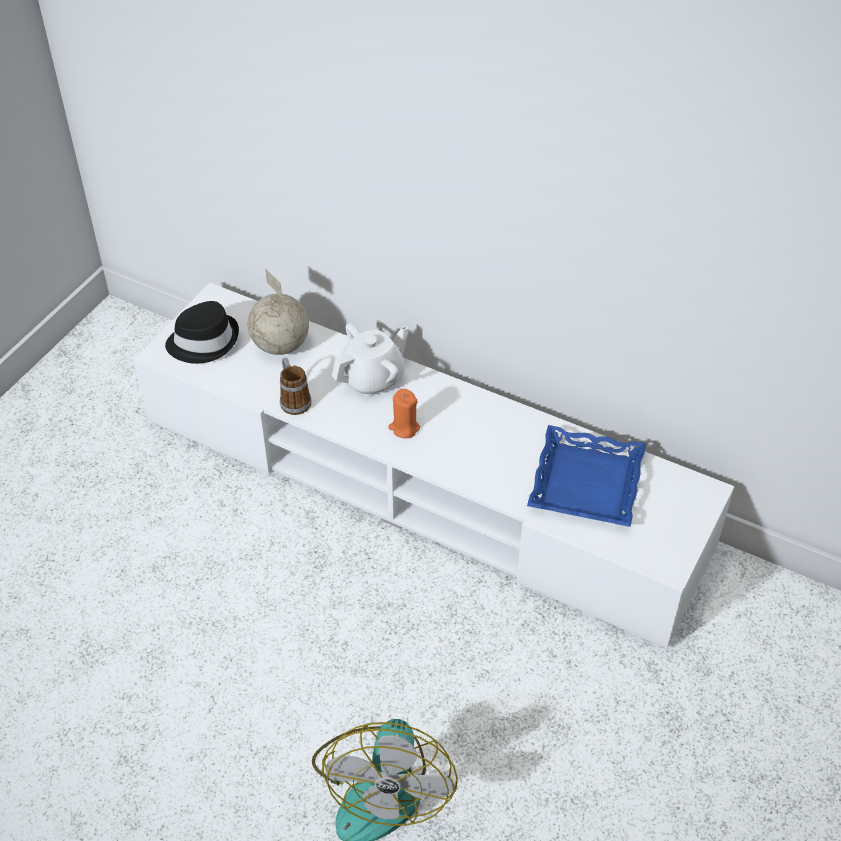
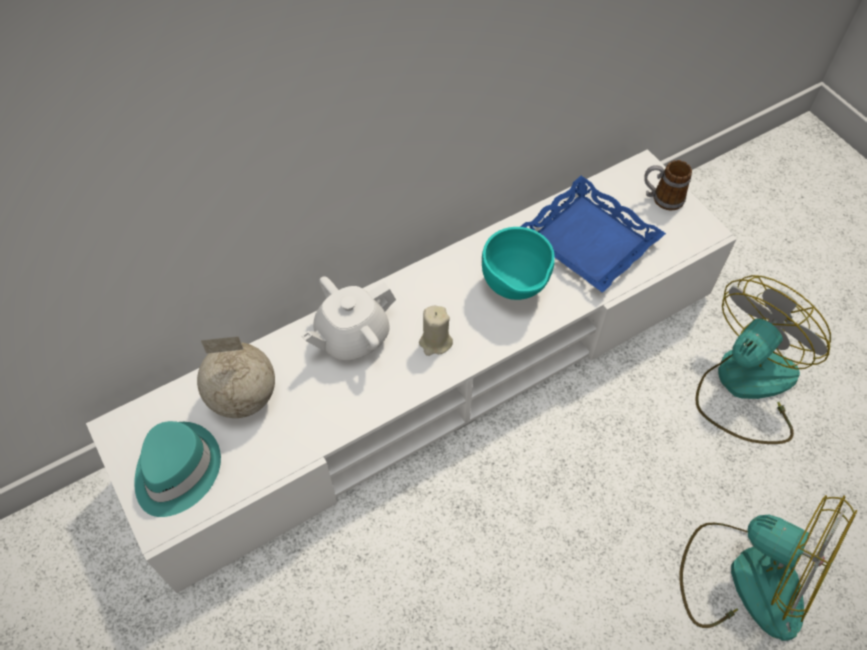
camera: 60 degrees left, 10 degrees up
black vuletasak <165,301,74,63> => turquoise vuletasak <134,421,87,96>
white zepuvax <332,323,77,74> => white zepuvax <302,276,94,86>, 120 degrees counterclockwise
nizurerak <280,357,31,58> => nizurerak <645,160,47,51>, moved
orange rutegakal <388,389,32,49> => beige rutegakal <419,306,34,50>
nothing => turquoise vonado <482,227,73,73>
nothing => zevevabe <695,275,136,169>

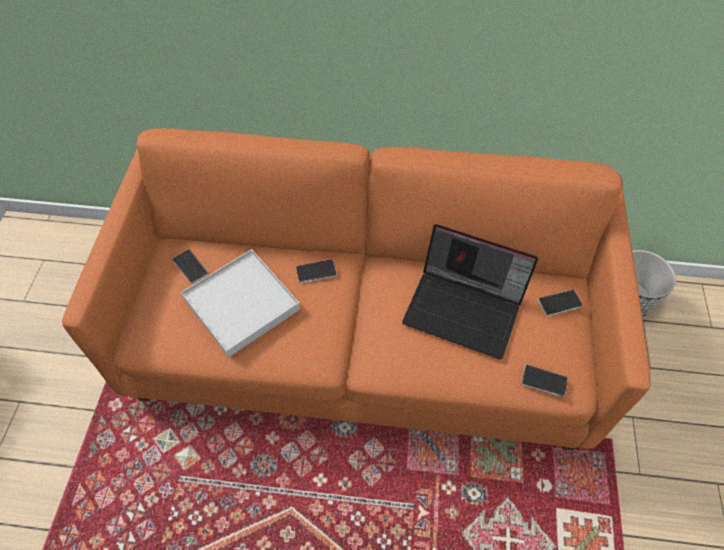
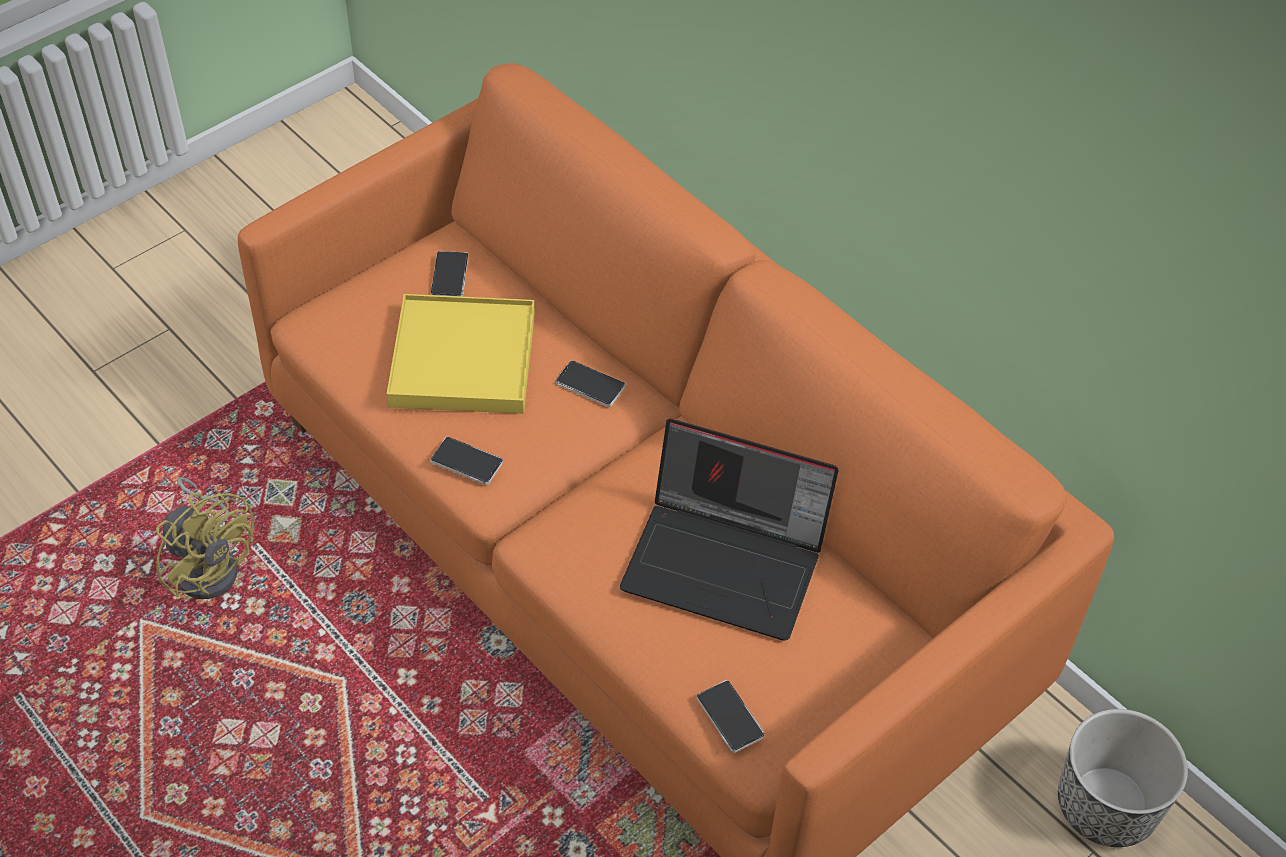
camera: 40 degrees right, 5 degrees down
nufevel <402,224,136,135> => nufevel <620,419,219,222>, 45 degrees counterclockwise
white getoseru <181,249,119,108> => yellow getoseru <387,294,148,120>
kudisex <538,289,45,27> => kudisex <430,437,73,48>, moved
nothing => yellow zevevabe <156,477,98,122>

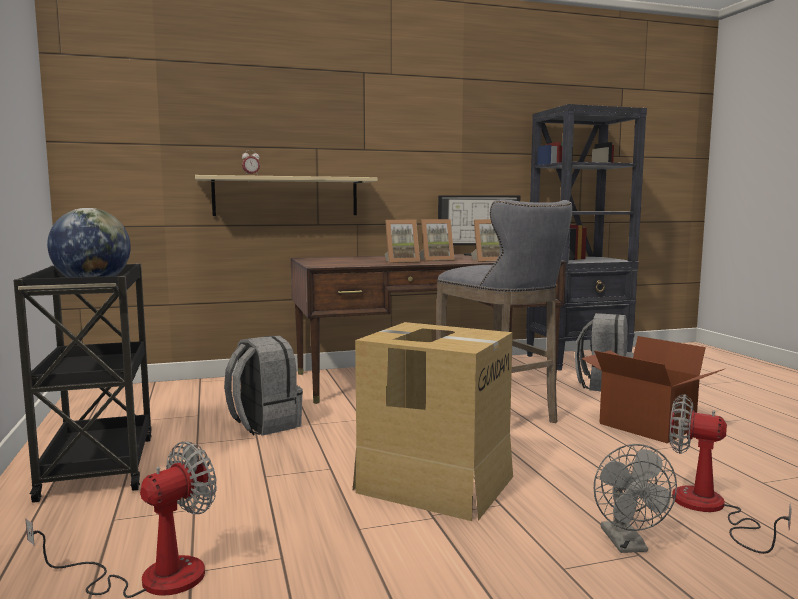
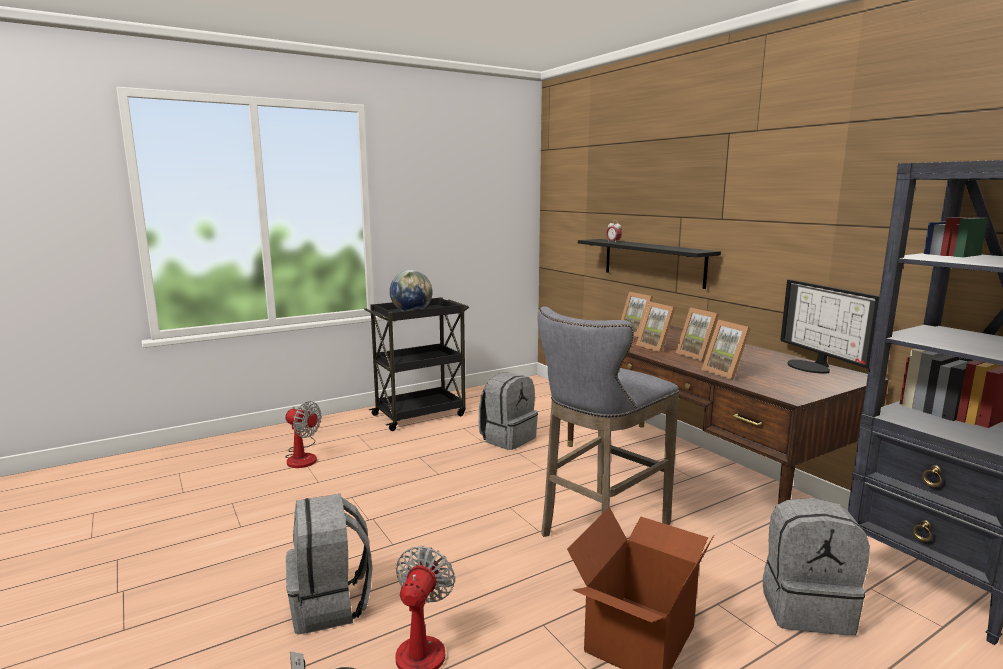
camera: 75 degrees right, 5 degrees up
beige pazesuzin <195,175,183,41> => black pazesuzin <578,239,143,50>
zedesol <353,322,160,199> => nothing
grey zevevabe <594,444,83,109> => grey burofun <286,494,87,140>
nothing => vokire <621,292,32,45>

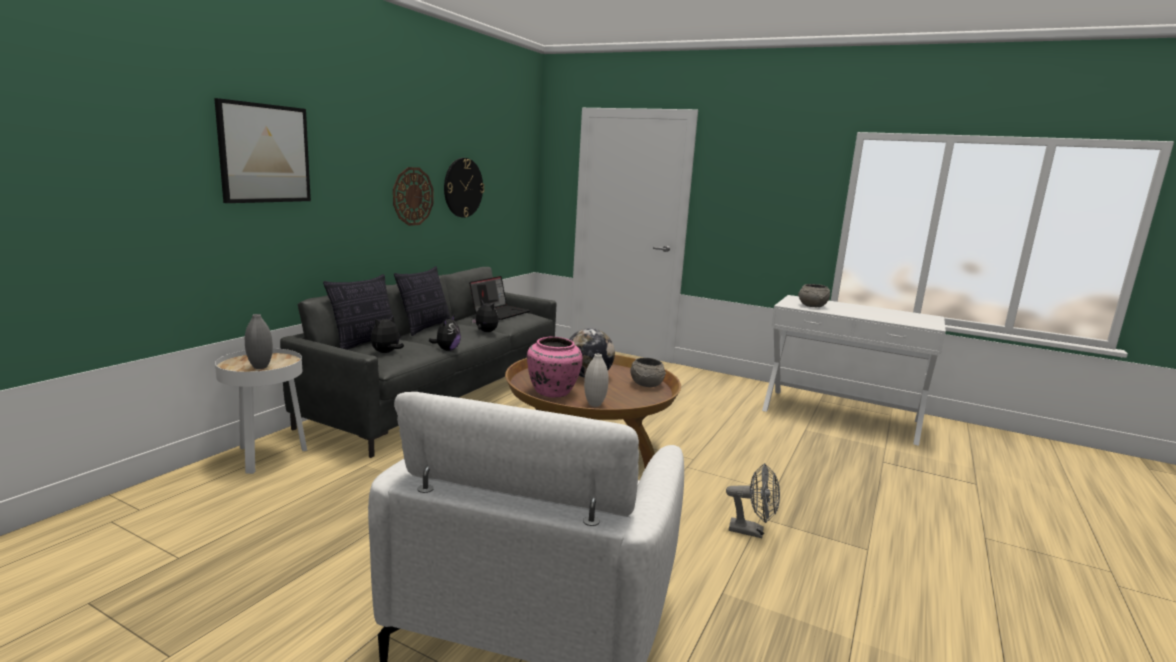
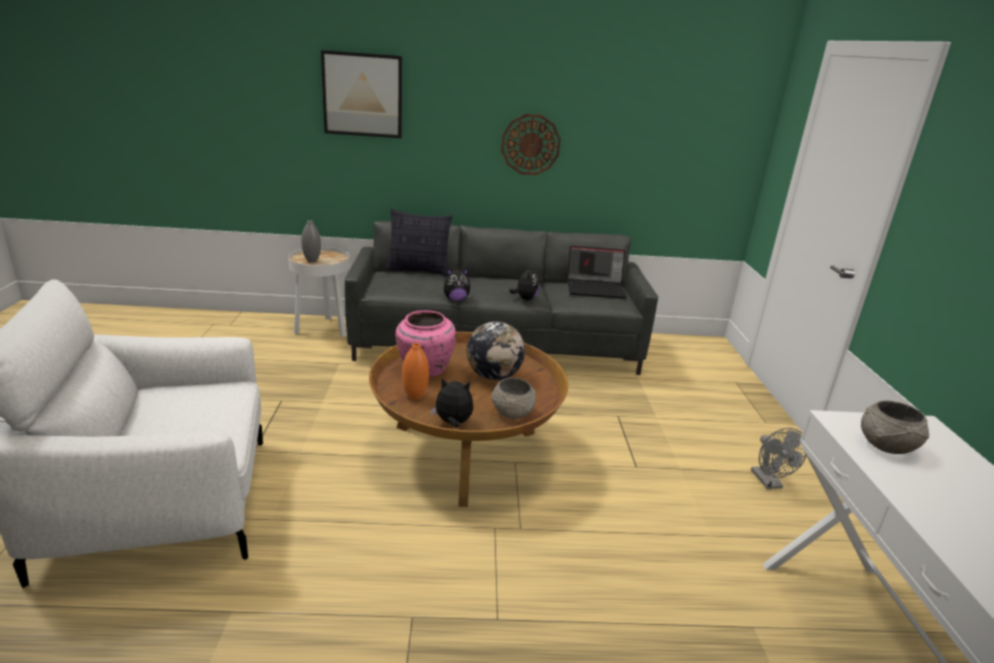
camera: 60 degrees right, 10 degrees up
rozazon <444,158,40,60> => nothing
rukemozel <394,266,57,70> => nothing
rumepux <371,316,33,37> => rumepux <430,378,43,50>, moved
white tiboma <584,354,25,53> => orange tiboma <402,343,27,57>
grey zevevabe <726,463,54,75> => grey zevevabe <751,428,55,61>, moved

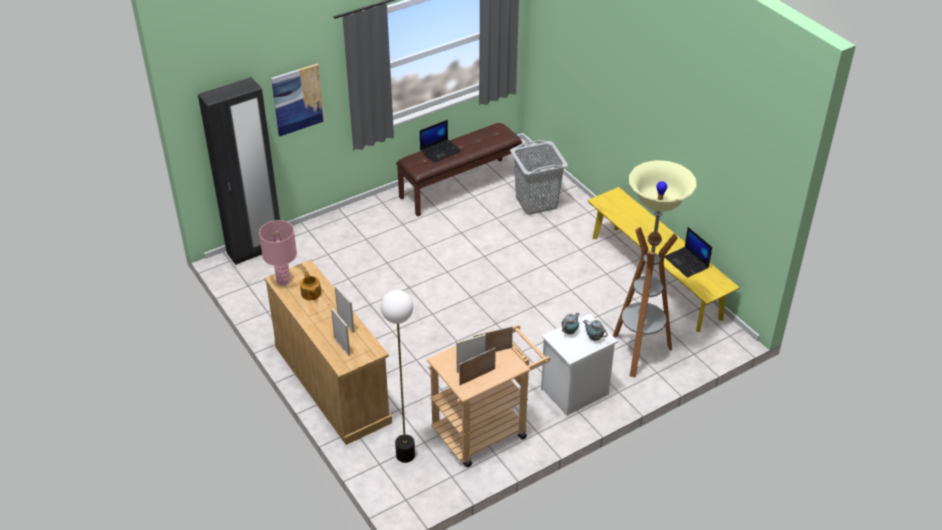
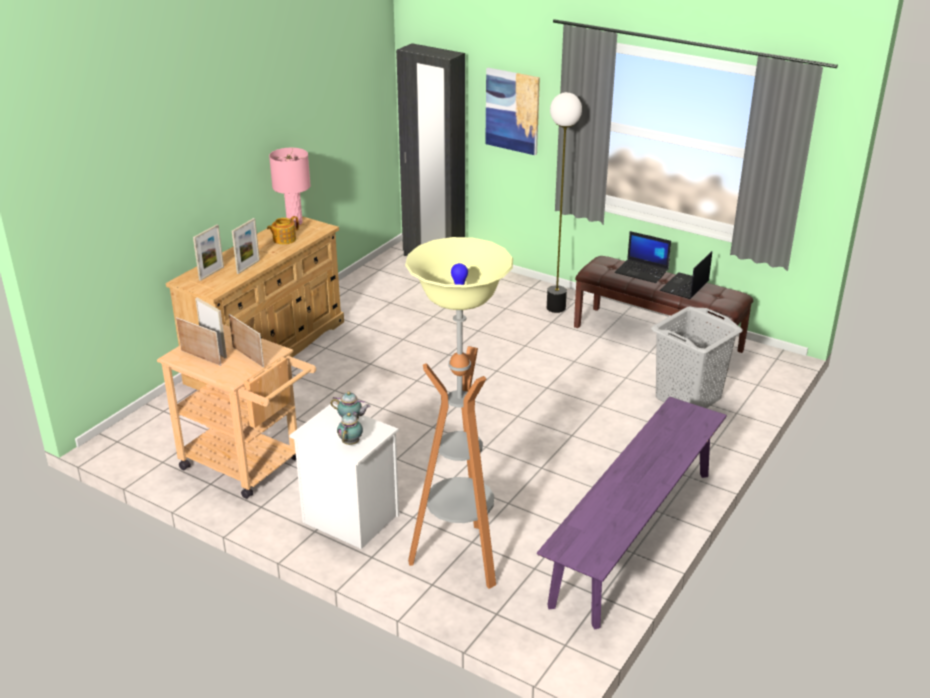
camera: 65 degrees right, 10 degrees down
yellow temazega <587,187,153,145> => purple temazega <537,397,190,233>
nufevel <665,227,47,51> => nufevel <660,251,52,48>, moved
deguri <381,290,34,173> => deguri <547,92,35,221>, moved

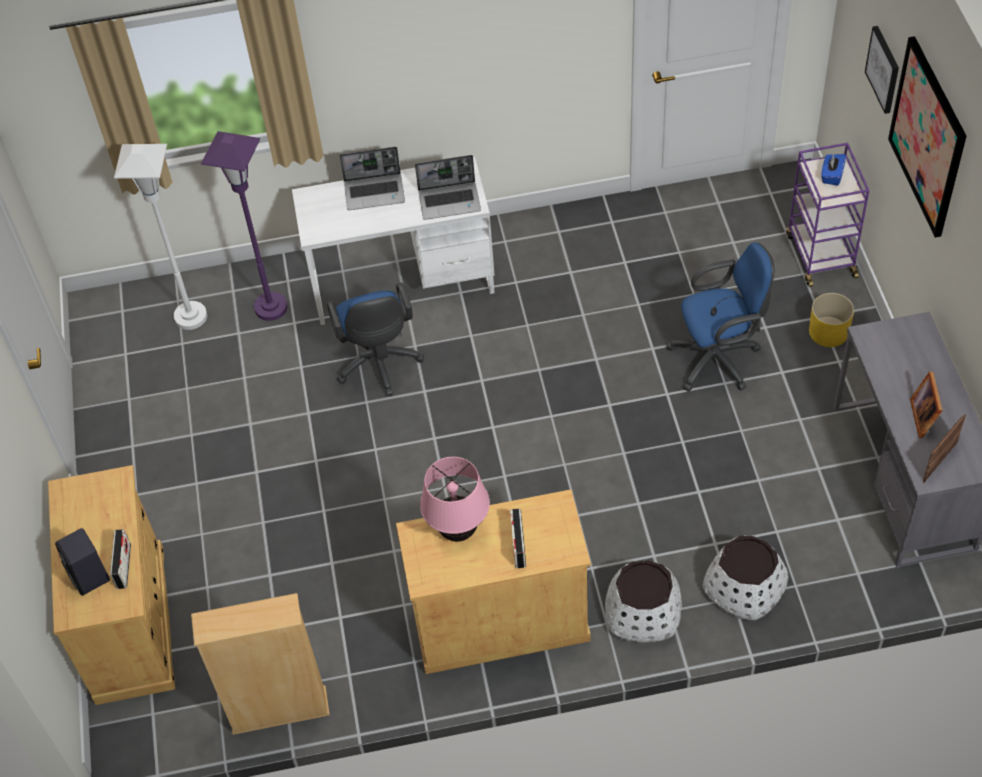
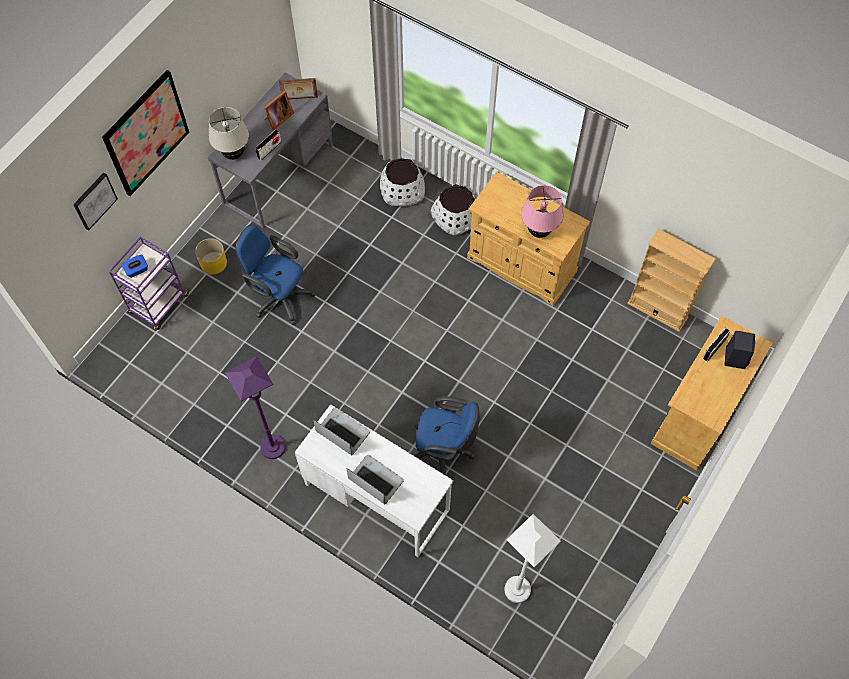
camera: 140 degrees left, 10 degrees up
purple deguri <201,131,86,190> => purple deguri <225,356,61,103>, moved
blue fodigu <327,283,97,113> => blue fodigu <414,396,66,80>, 75 degrees clockwise
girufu <510,509,16,59> => girufu <255,129,27,31>, moved
nothing => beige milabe <209,107,40,53>

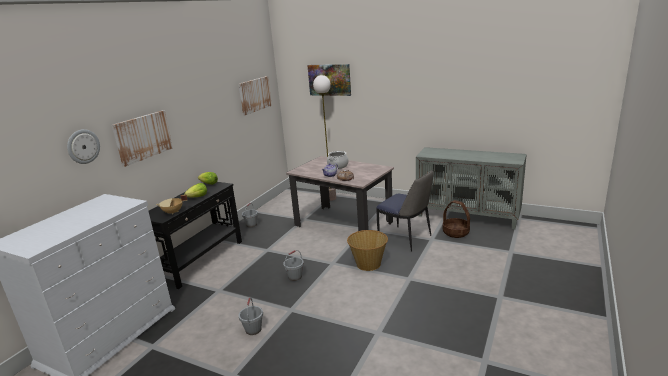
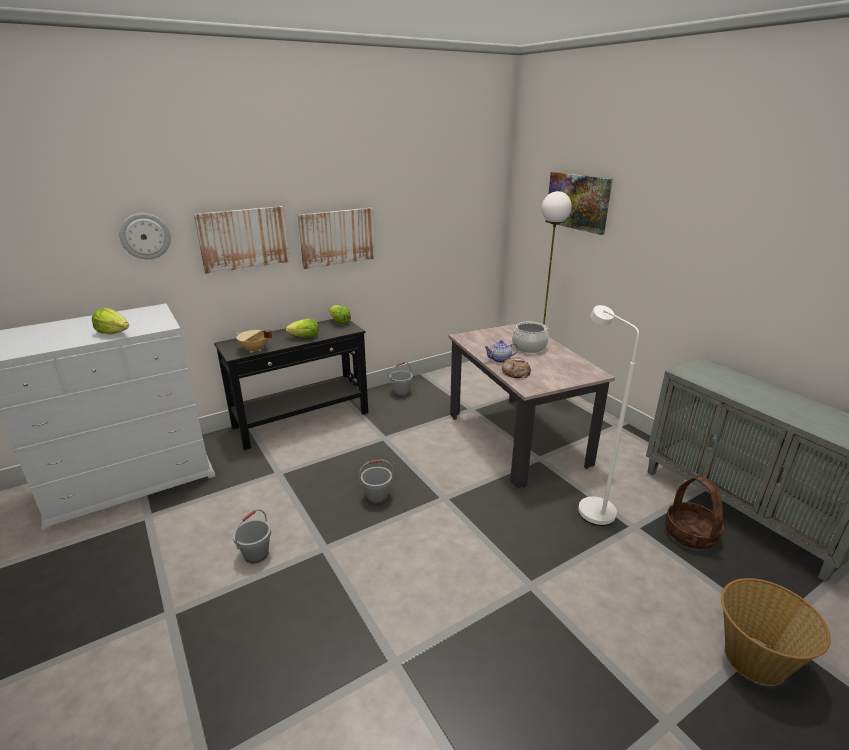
camera: 30 degrees right, 5 degrees up
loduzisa <239,76,33,39> => loduzisa <298,208,77,61>, moved
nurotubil <376,170,58,82> => white deguri <578,305,61,221>
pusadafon <347,230,41,41> => pusadafon <721,578,110,108>, moved
nothing => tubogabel <92,308,37,27>

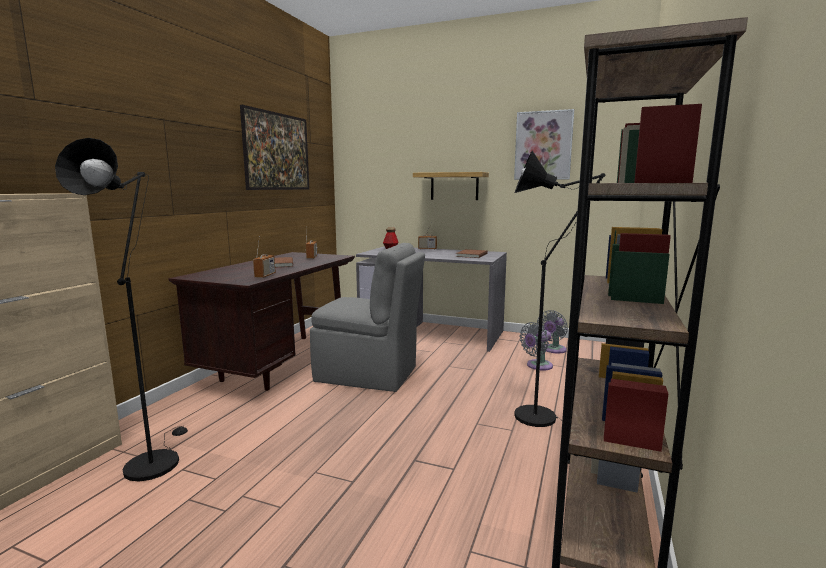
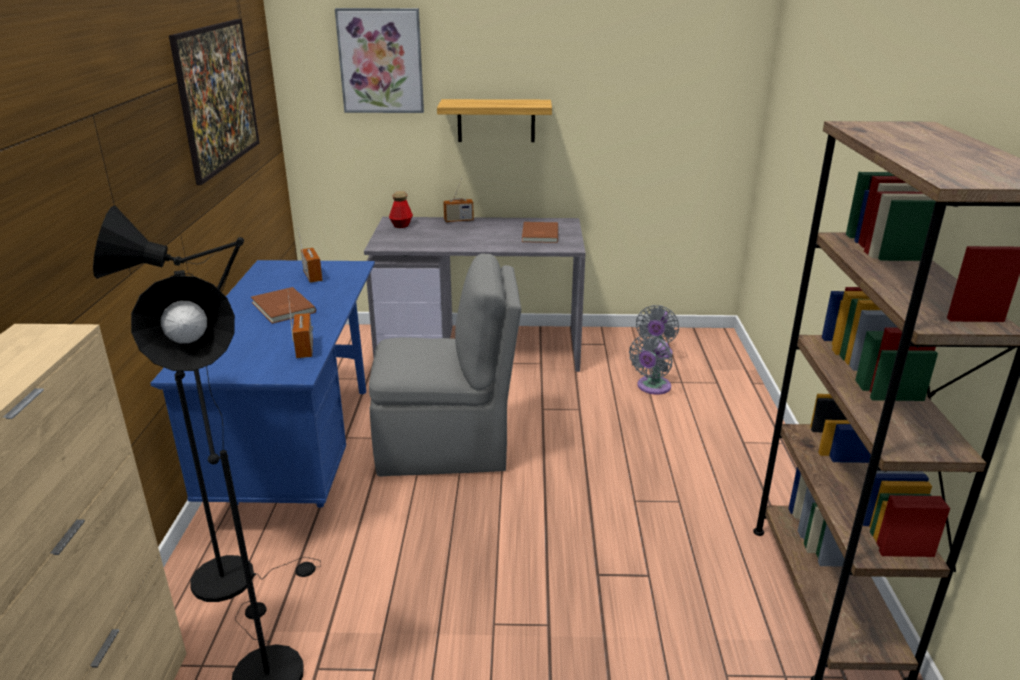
camera: 20 degrees left, 15 degrees up
loduzisa <514,109,60,71> => loduzisa <335,8,89,105>, moved
black deguri <514,150,91,277> => black deguri <93,205,228,397>, moved
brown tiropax <168,252,187,139> => blue tiropax <150,260,225,248>

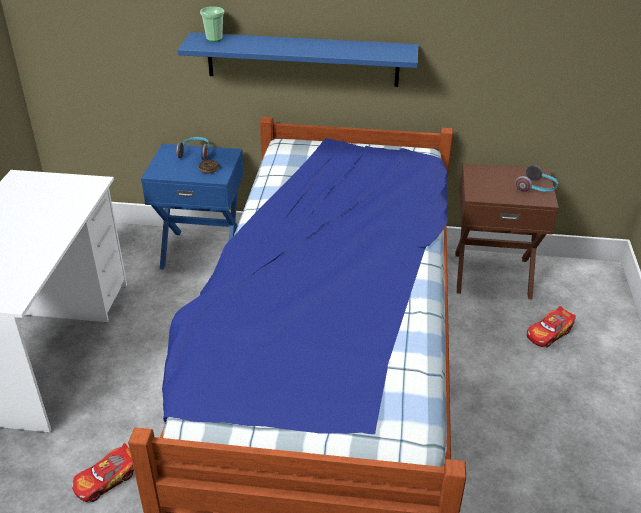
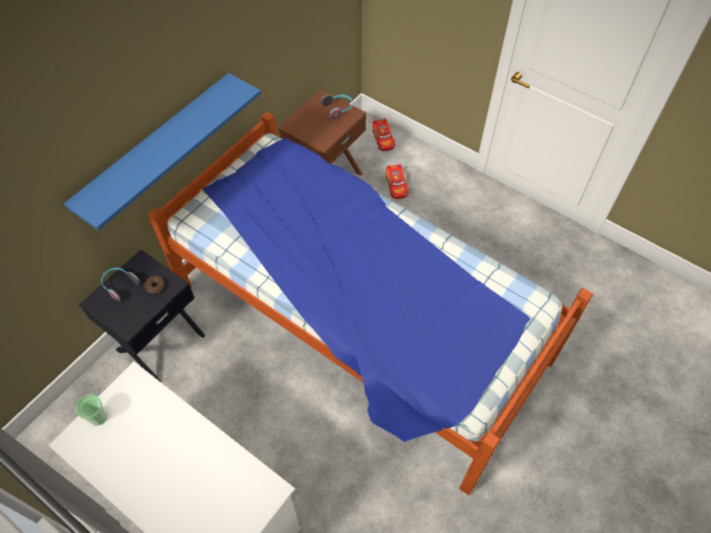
camera: 60 degrees left, 20 degrees up
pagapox <200,7,24,35> => pagapox <76,395,31,30>, moved
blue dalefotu <141,144,103,125> => black dalefotu <79,250,126,132>
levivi <72,443,62,59> => levivi <372,119,23,32>, moved

